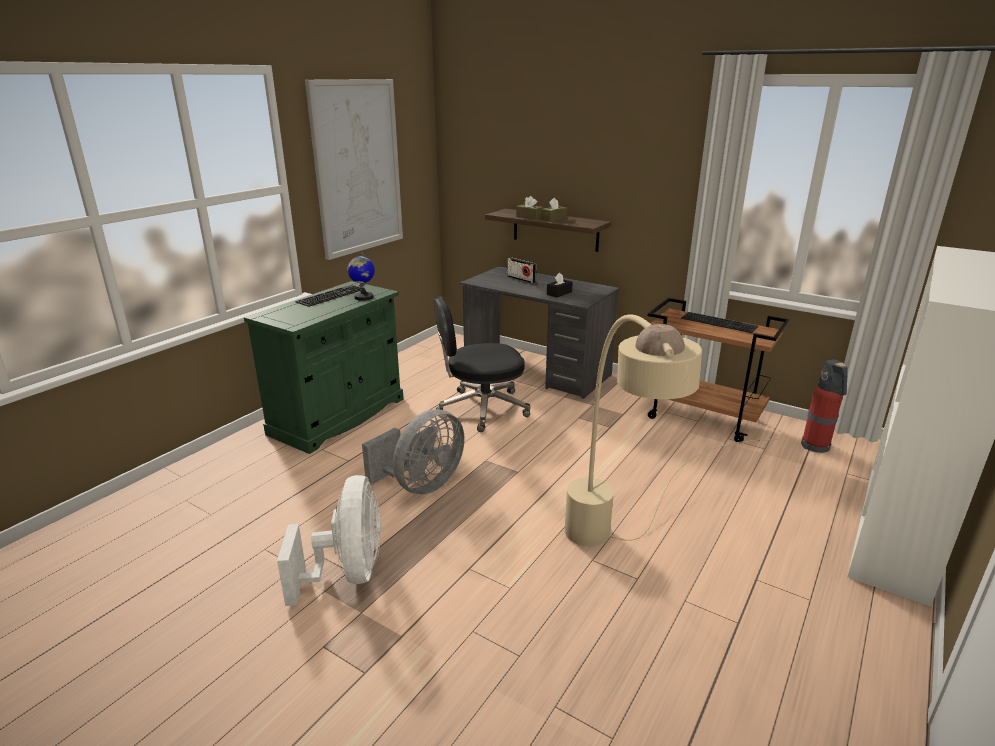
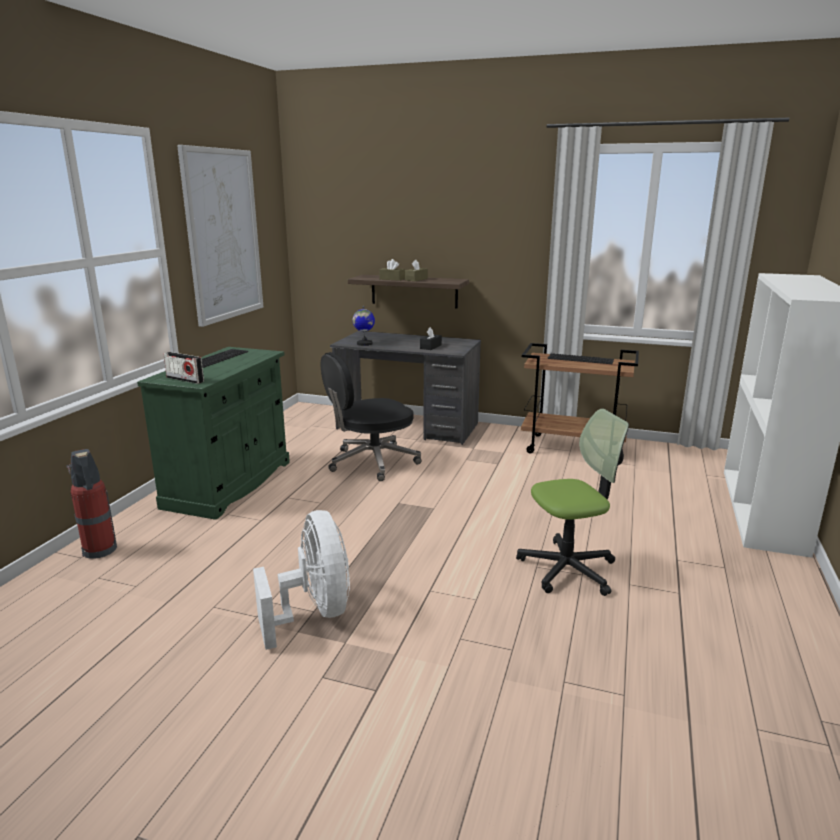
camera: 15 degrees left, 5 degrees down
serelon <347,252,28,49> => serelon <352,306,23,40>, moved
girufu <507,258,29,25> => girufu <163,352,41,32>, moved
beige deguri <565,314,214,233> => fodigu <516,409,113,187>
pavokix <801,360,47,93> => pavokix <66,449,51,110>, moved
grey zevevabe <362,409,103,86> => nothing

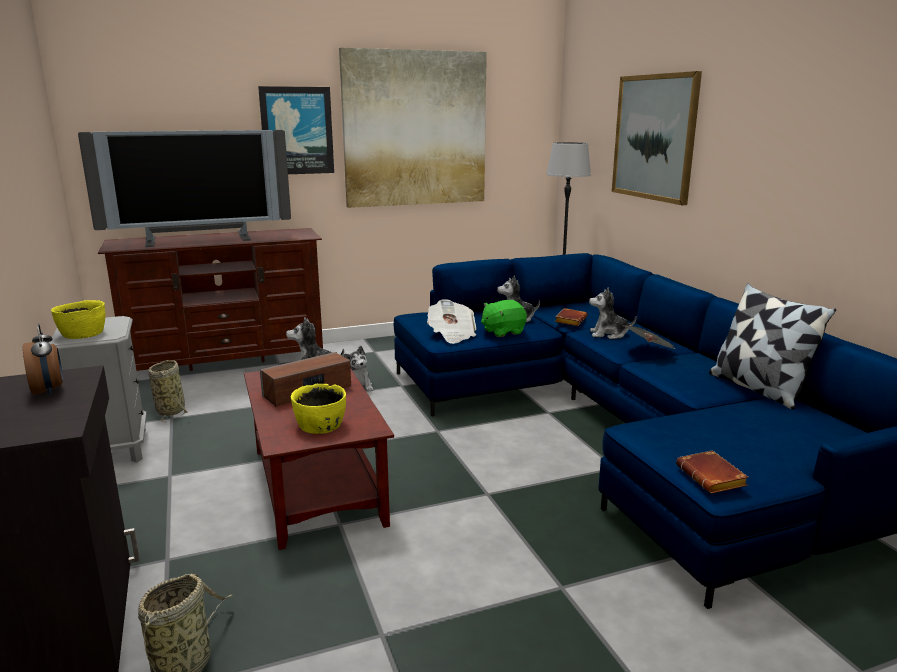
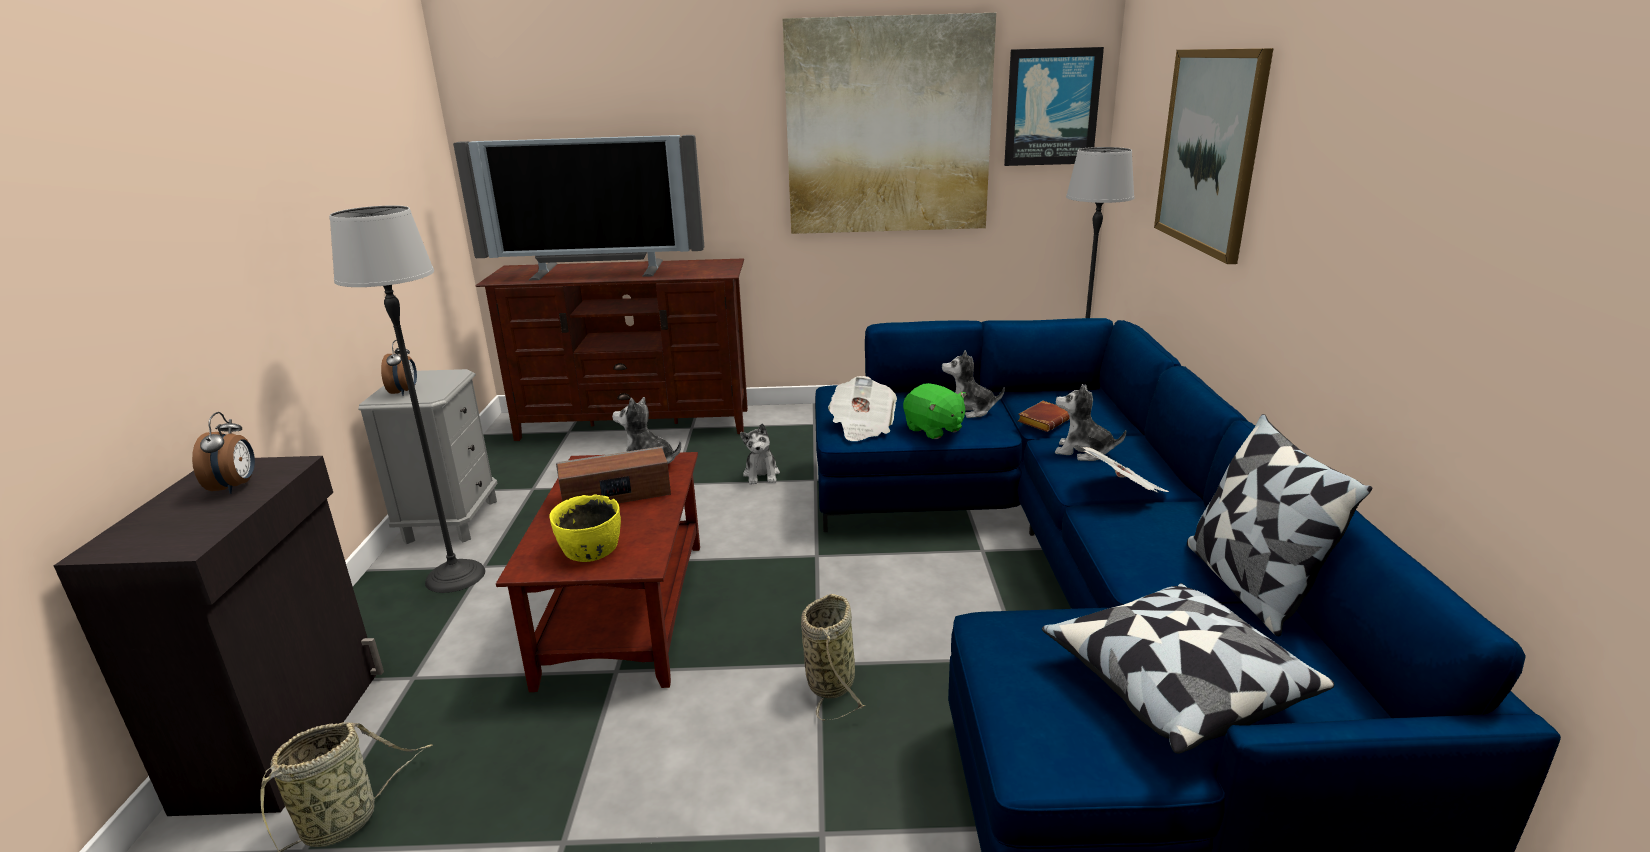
camera: 20 degrees right, 5 degrees up
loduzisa <258,86,76,88> => loduzisa <1004,47,100,119>, moved
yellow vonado <51,300,55,39> => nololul <381,340,36,56>
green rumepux <481,300,46,37> => green rumepux <903,383,63,56>, 120 degrees counterclockwise
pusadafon <148,360,41,62> => pusadafon <801,594,64,127>, moved
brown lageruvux <676,450,73,44> => nothing
nothing => deguri <330,205,155,388>
nothing => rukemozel <1042,583,292,171>

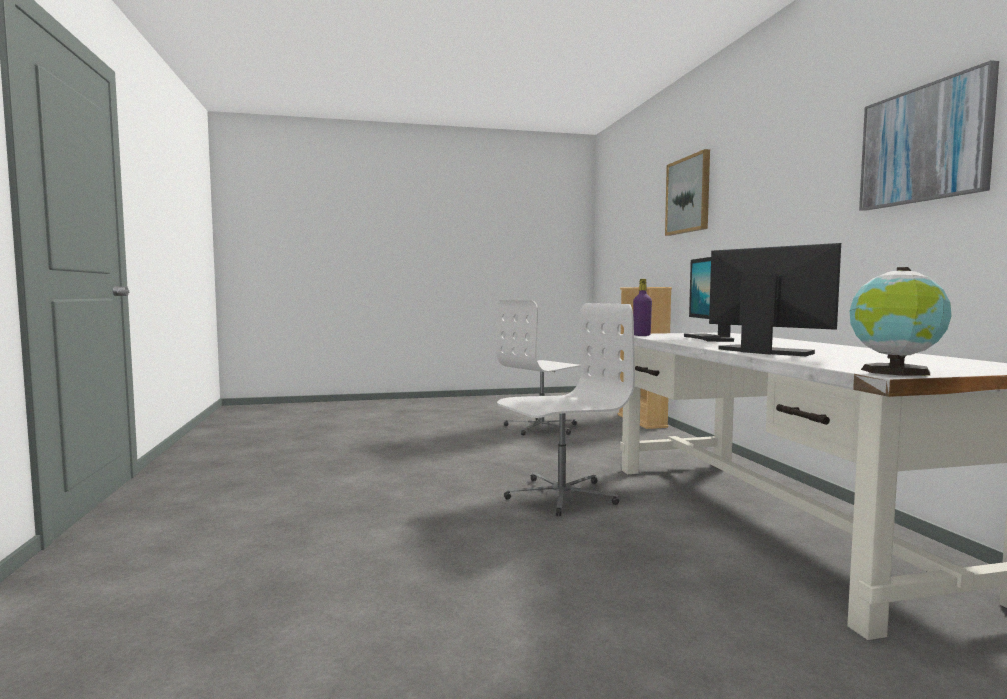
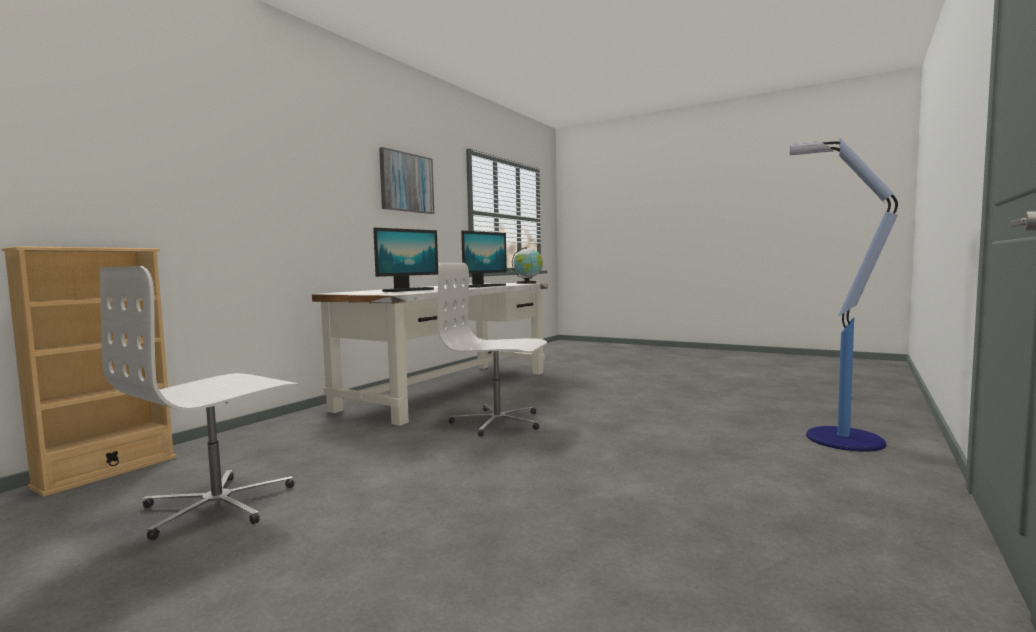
camera: 135 degrees left, 0 degrees up
loduzisa <665,149,45,87> => nothing
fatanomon <709,243,132,113> => fatanomon <461,231,46,56>, 150 degrees counterclockwise
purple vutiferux <633,279,19,57> => nothing
white fodigu <496,300,85,136> => white fodigu <99,266,200,274>, 120 degrees clockwise
nothing => deguri <790,138,108,314>

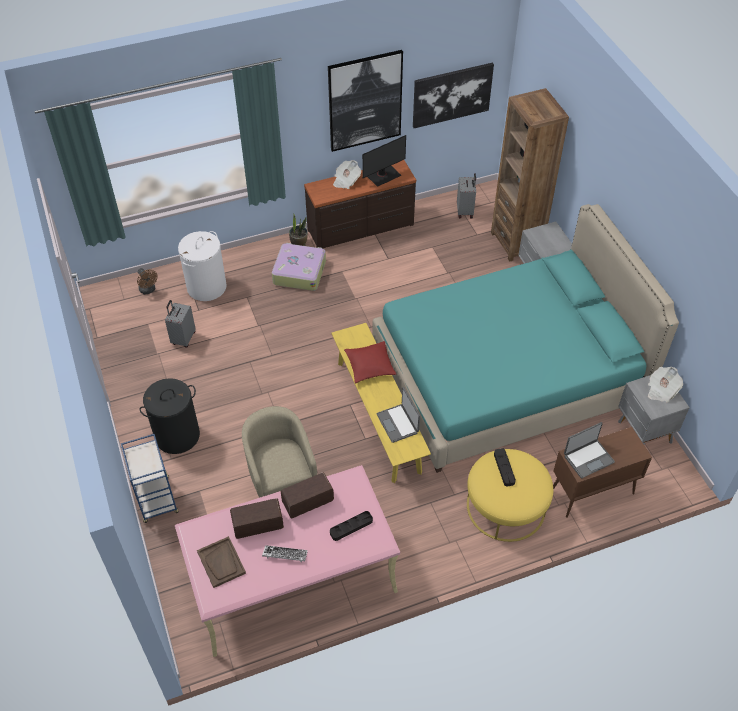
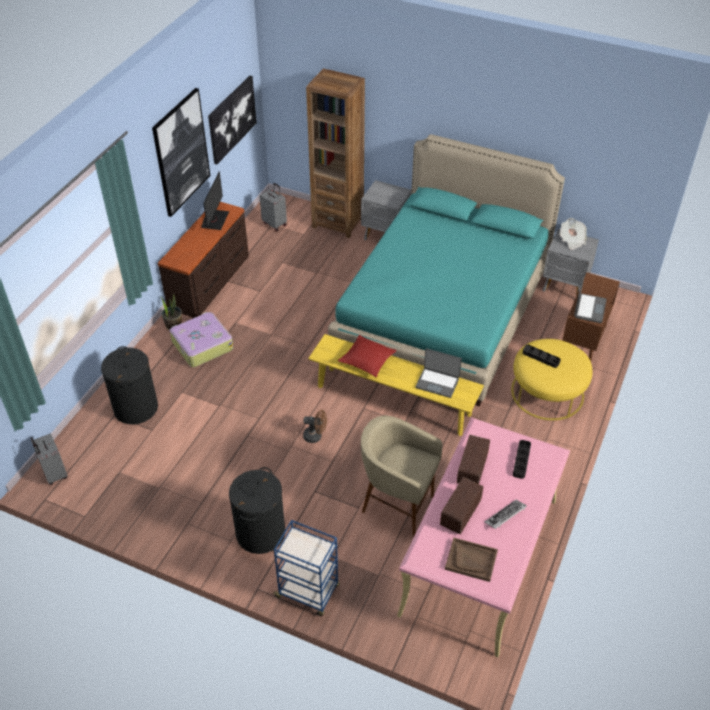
camera: 45 degrees left, 5 degrees down
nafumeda <333,160,28,29> => nothing
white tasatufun <178,231,49,70> => black tasatufun <101,346,57,78>
brown zevevabe <137,268,21,26> => brown zevevabe <303,410,24,33>, moved
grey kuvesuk <165,300,30,47> => grey kuvesuk <31,433,37,52>, moved

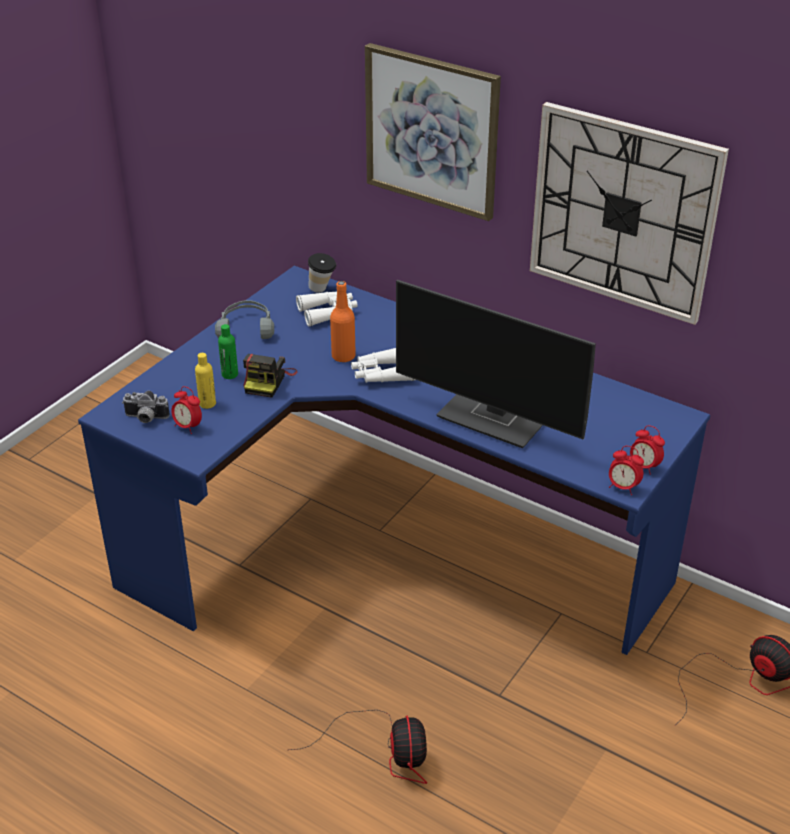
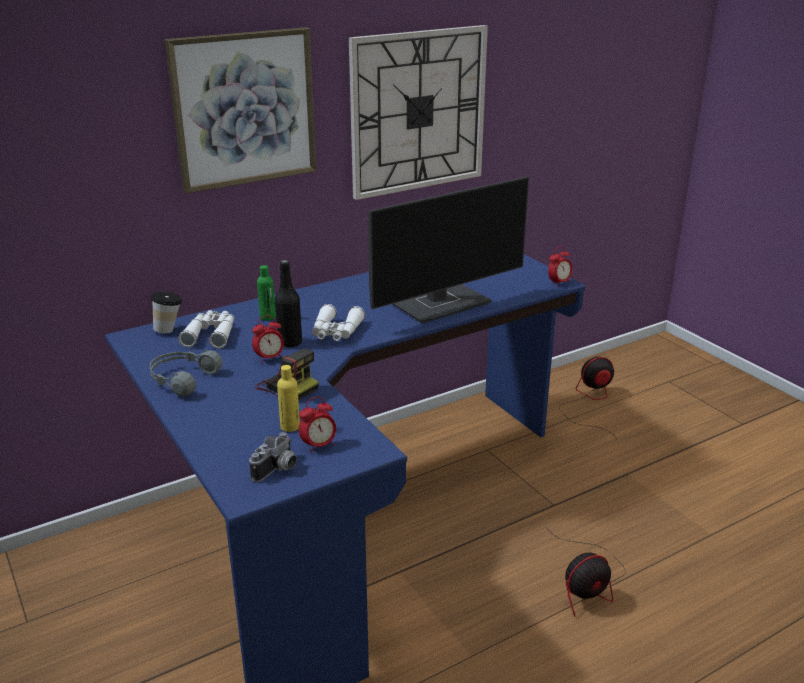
camera: 65 degrees left, 10 degrees down
orange vutiferux <330,281,26,82> => black vutiferux <275,260,27,88>
green vutiferux <218,324,20,55> => green vutiferux <257,265,19,56>, moved
nololul <630,425,35,50> => nololul <252,316,32,47>, moved
zevevabe <289,710,138,74> => zevevabe <553,534,73,83>, 135 degrees clockwise

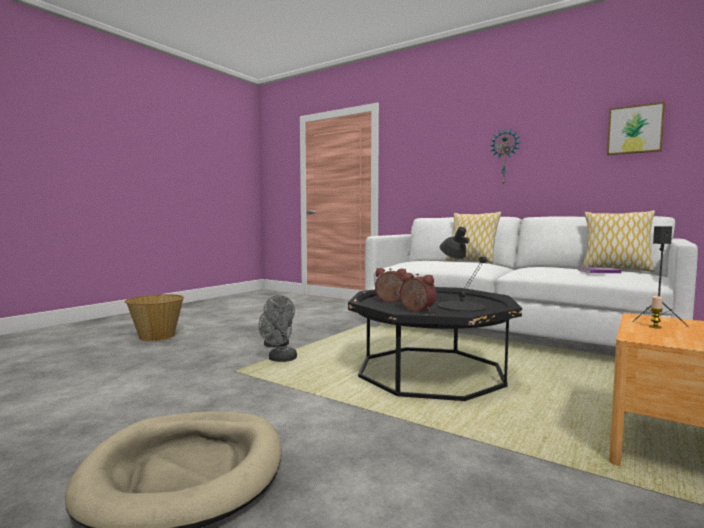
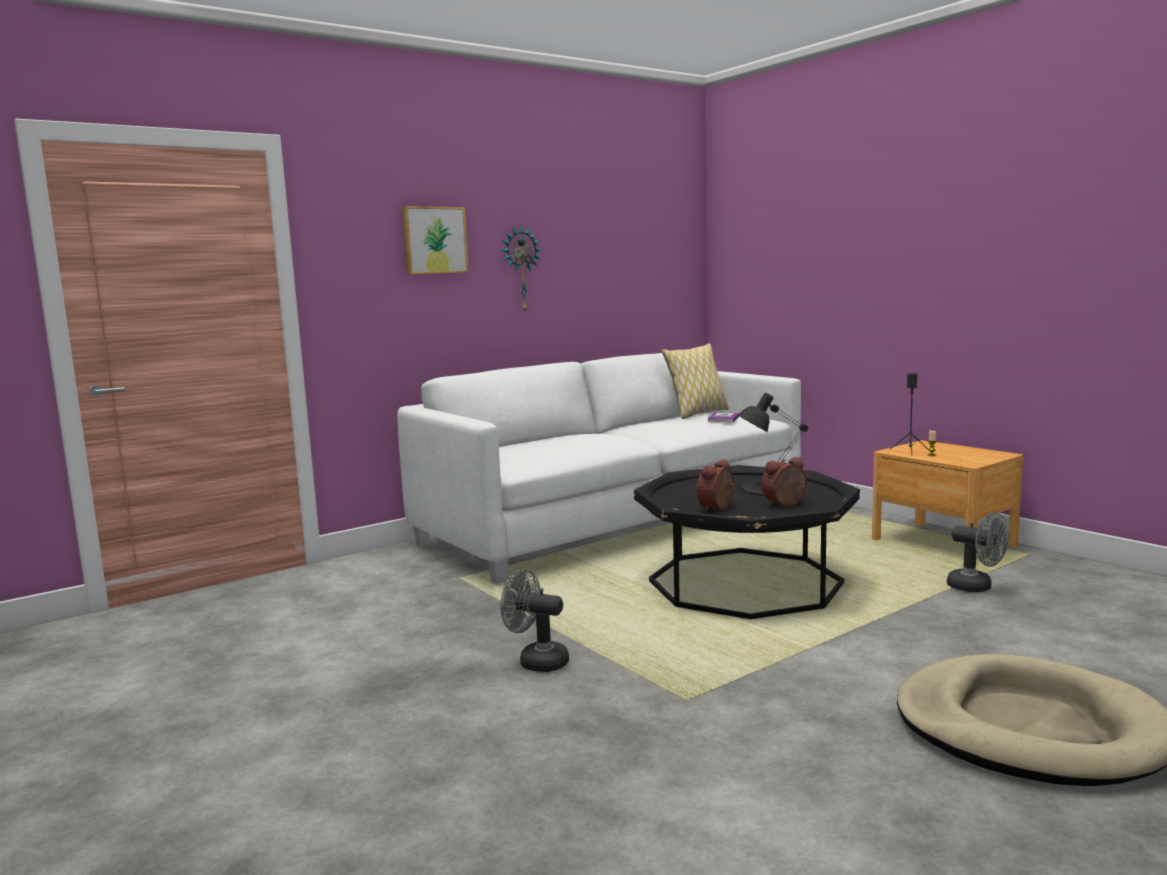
camera: 70 degrees left, 5 degrees up
loduzisa <607,102,58,53> => loduzisa <402,206,67,69>, moved
rukemozel <446,212,56,51> => nothing
pusadafon <124,294,60,47> => nothing
grey zevevabe <258,308,39,54> => grey zevevabe <947,512,62,80>, moved

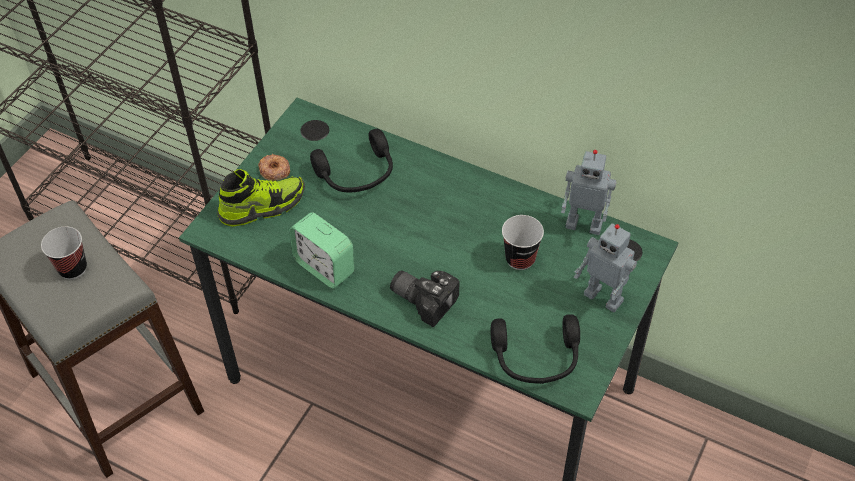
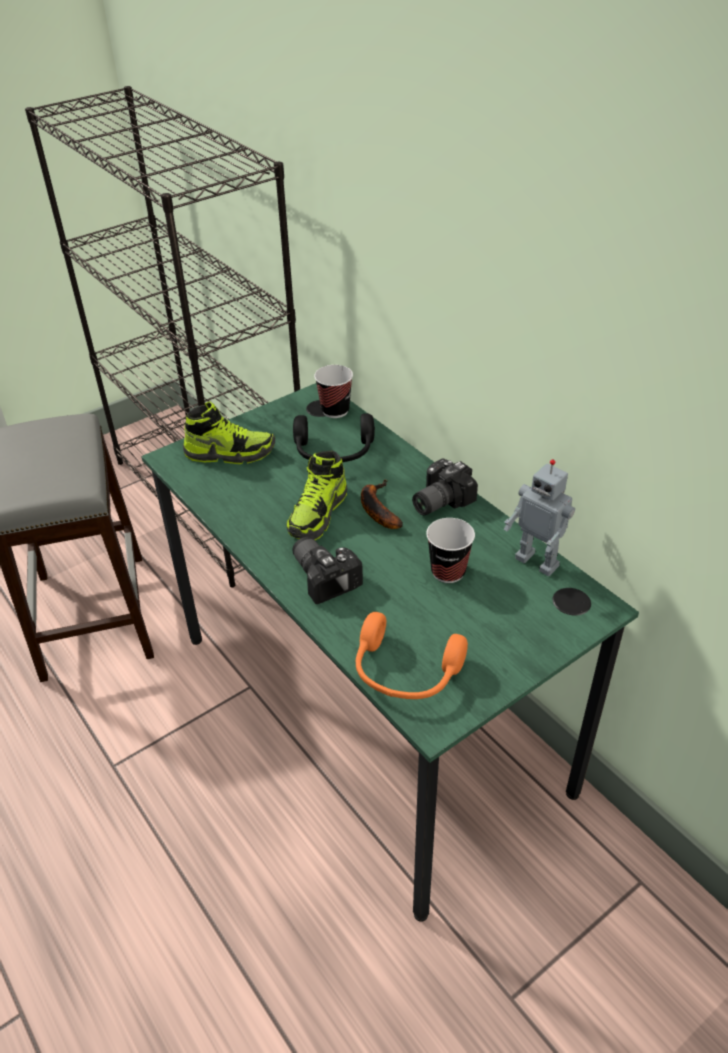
camera: 25 degrees right, 10 degrees down
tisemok <258,154,32,27> => nothing
nololul <289,212,65,77> => nothing
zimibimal <574,223,63,89> => nothing
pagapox <41,226,46,53> => pagapox <314,365,39,53>, moved
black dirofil <490,314,90,70> => orange dirofil <356,612,112,87>
nothing => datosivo <287,451,60,89>
nothing => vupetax <412,459,66,56>
nothing => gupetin <361,479,42,50>

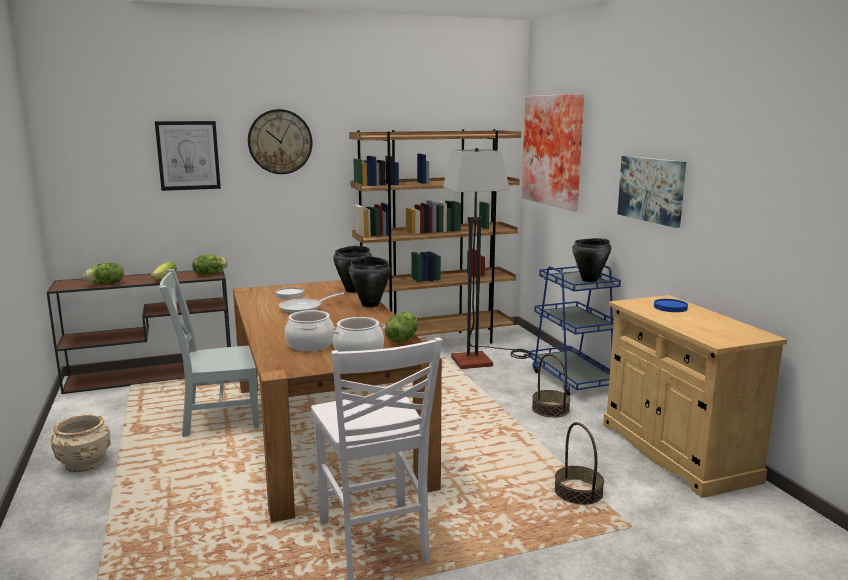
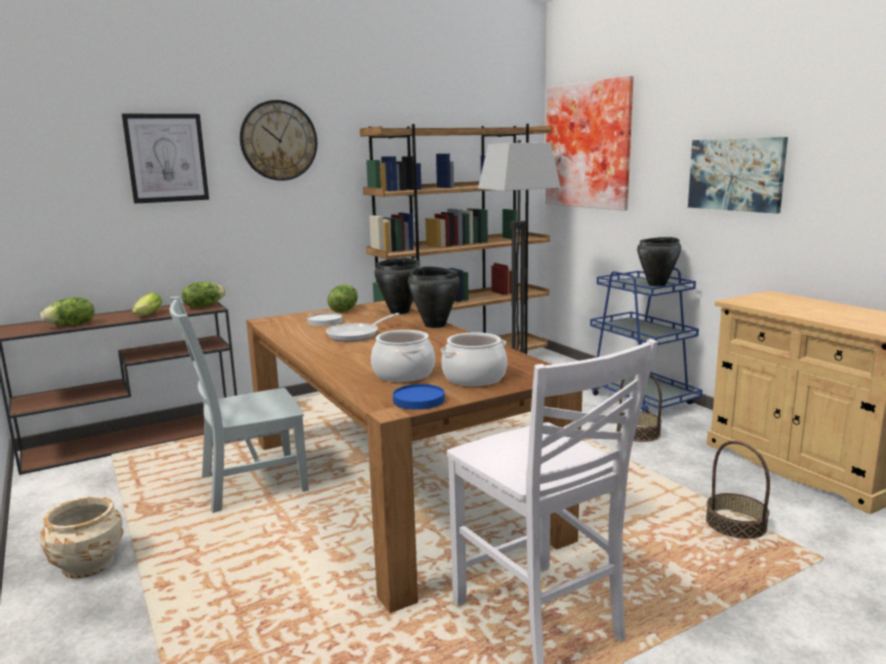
camera: 10 degrees left, 0 degrees up
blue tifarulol <654,299,34,13> => blue tifarulol <393,384,52,26>, moved
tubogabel <385,312,33,30> => tubogabel <327,285,31,27>, moved

